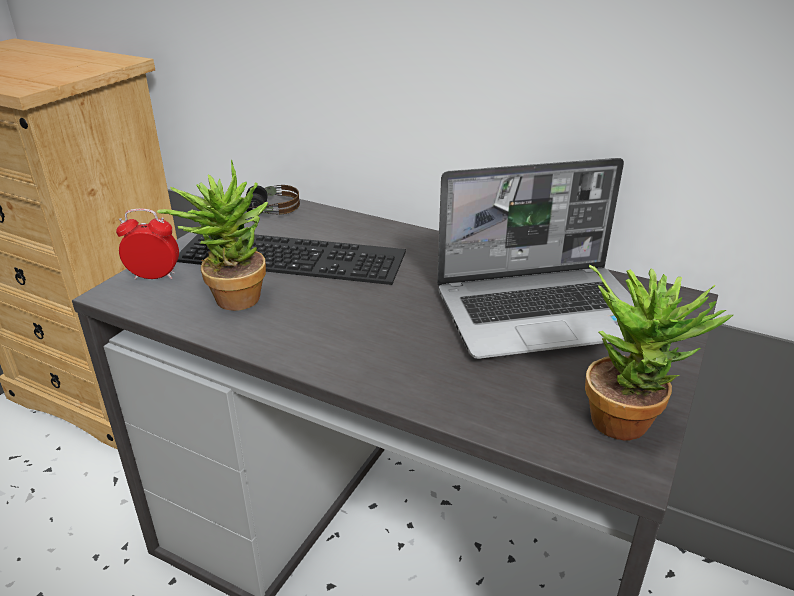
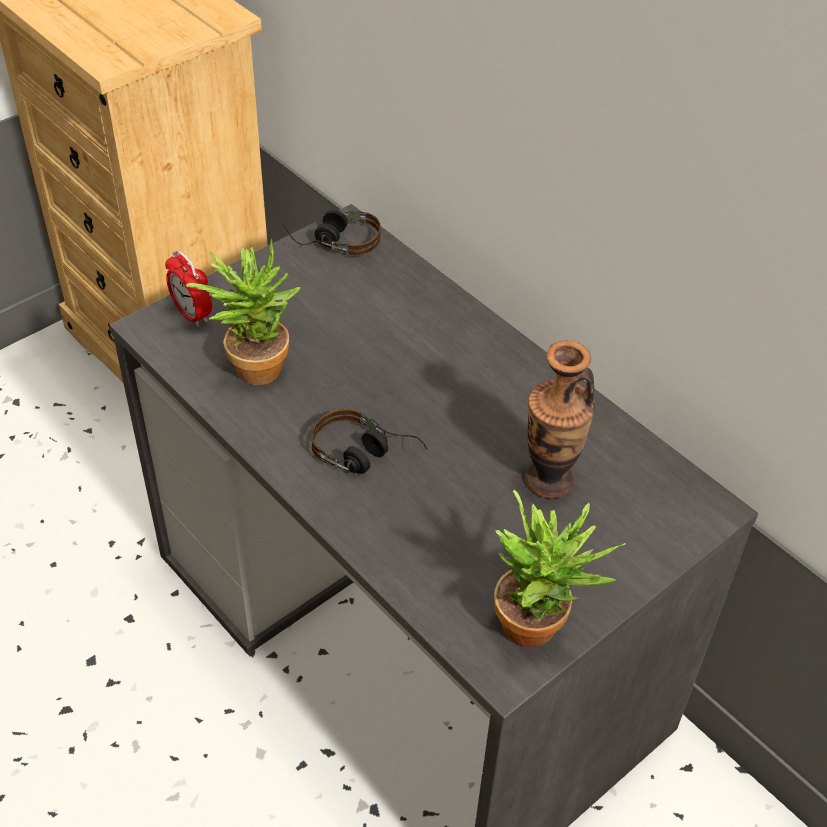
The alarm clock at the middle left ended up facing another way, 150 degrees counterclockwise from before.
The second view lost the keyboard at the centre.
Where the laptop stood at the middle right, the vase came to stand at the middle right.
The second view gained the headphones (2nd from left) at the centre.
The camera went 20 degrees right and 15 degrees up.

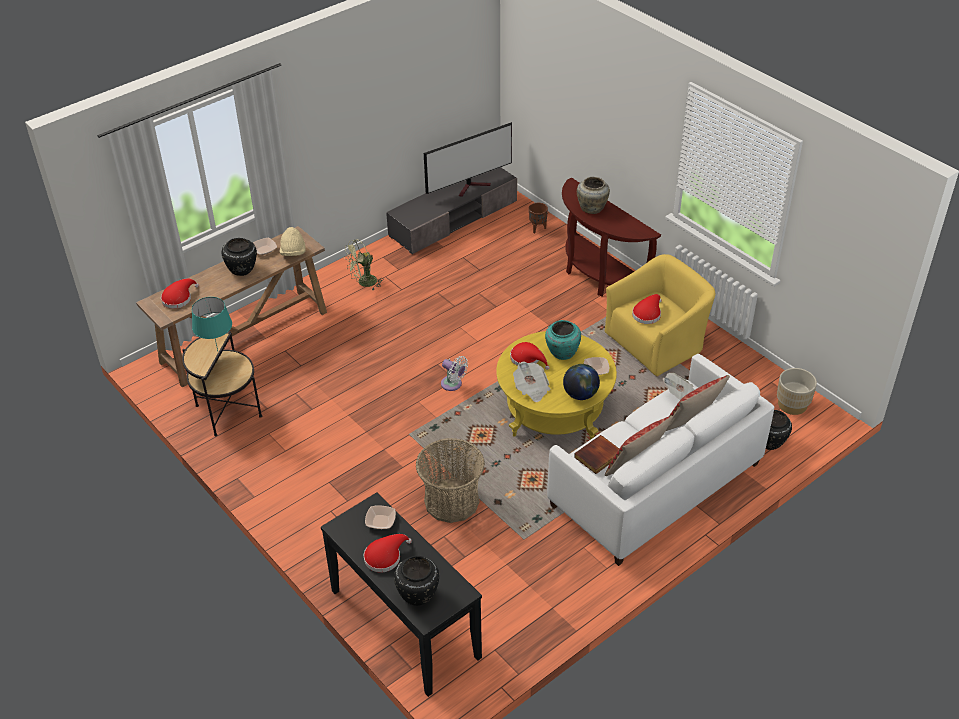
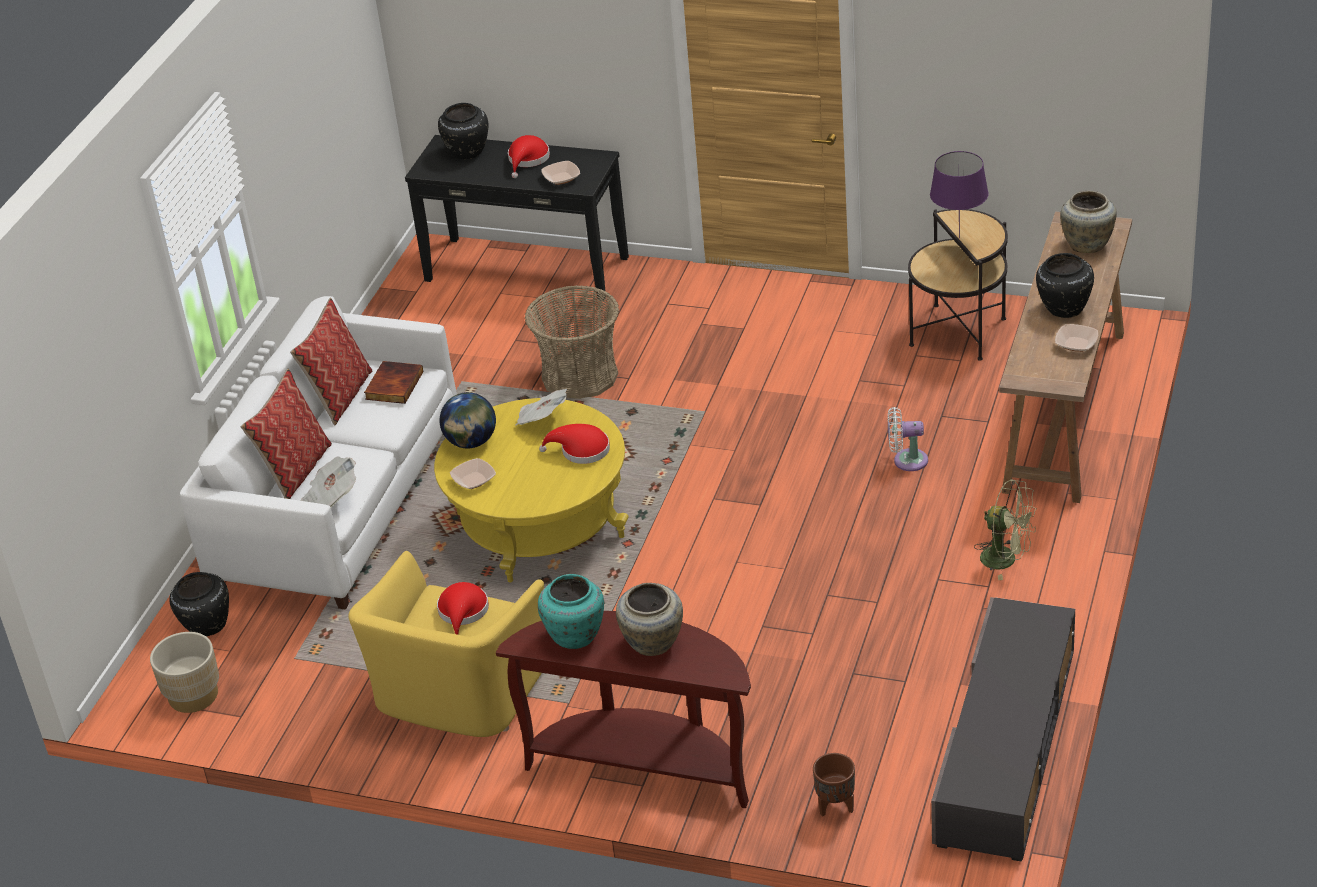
Where the red hat (1st from left) stood at the middle left, the beige vase (2nd from left) came to stand at the top right.
What was the turquoise table lamp at the middle left turned into the purple table lamp at the top right.
The second view lost the beige hat at the middle left.
The green fan at the centre ended up facing another way, 90 degrees clockwise from before.
The second view lost the television at the top centre.
The white fan ended up elsewhere, having gone from the centre to the middle right.
The turquoise vase ended up elsewhere, having gone from the centre to the bottom centre.
The camera went 150 degrees right and 5 degrees down.

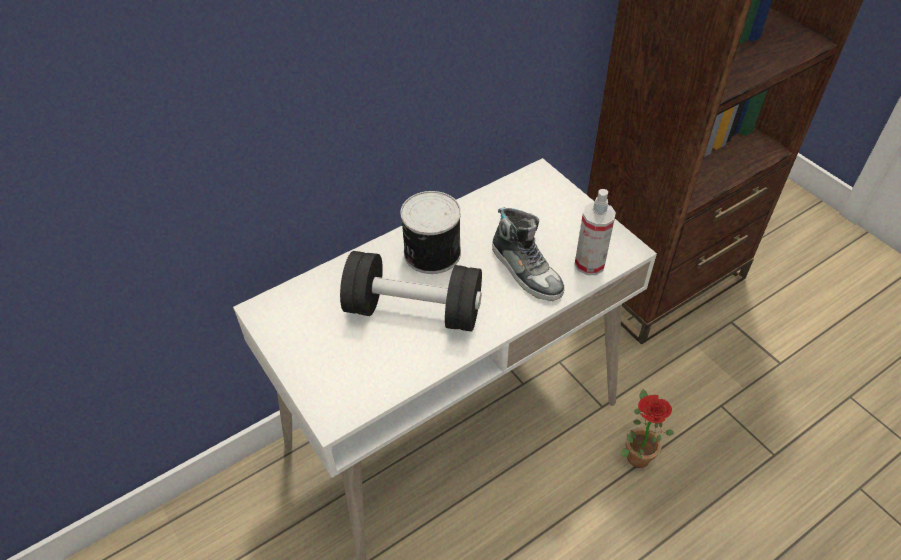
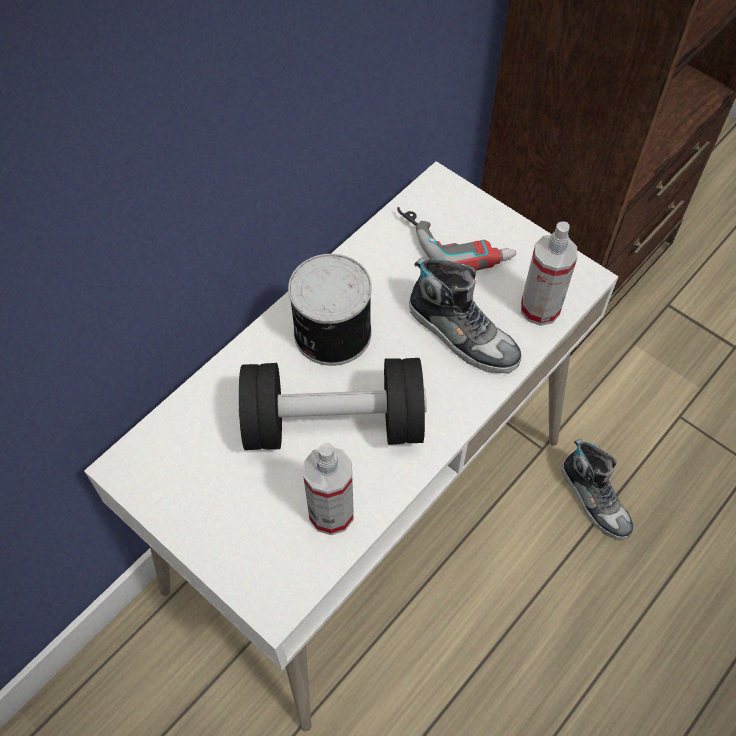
Where the potted plant stood at the bottom right, the shoe (2nd from left) came to stand at the middle right.
The second view gained the spray bottle (1st from left) at the centre.
The second view gained the power drill at the top centre.
The camera went 15 degrees left and 10 degrees up.

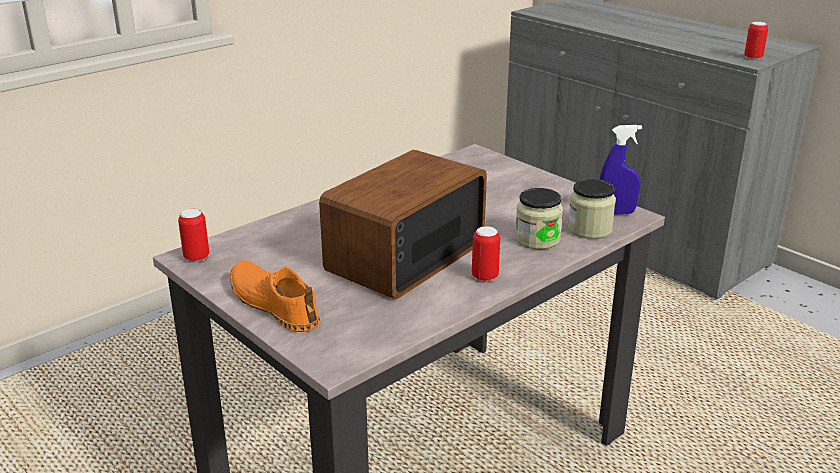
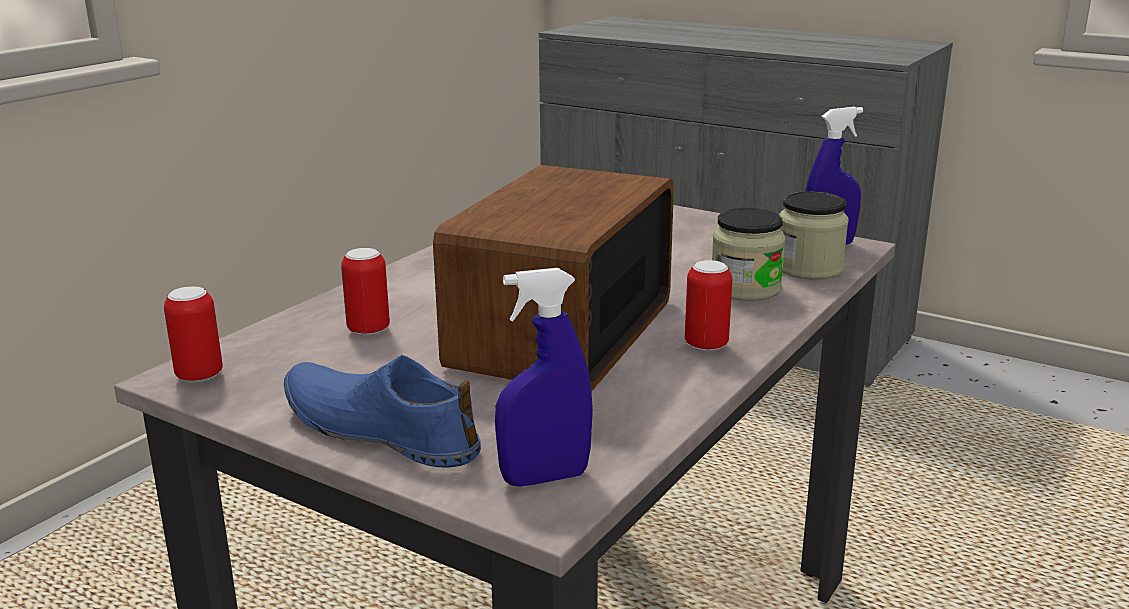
What was the orange shoe at the middle left turned into the blue shoe at the bottom centre.
The can (3rd from left in the first image) ended up elsewhere, having gone from the top right to the middle left.
The second view gained the blue spray bottle (1st from left) at the centre.
The camera went 15 degrees left and 5 degrees down.

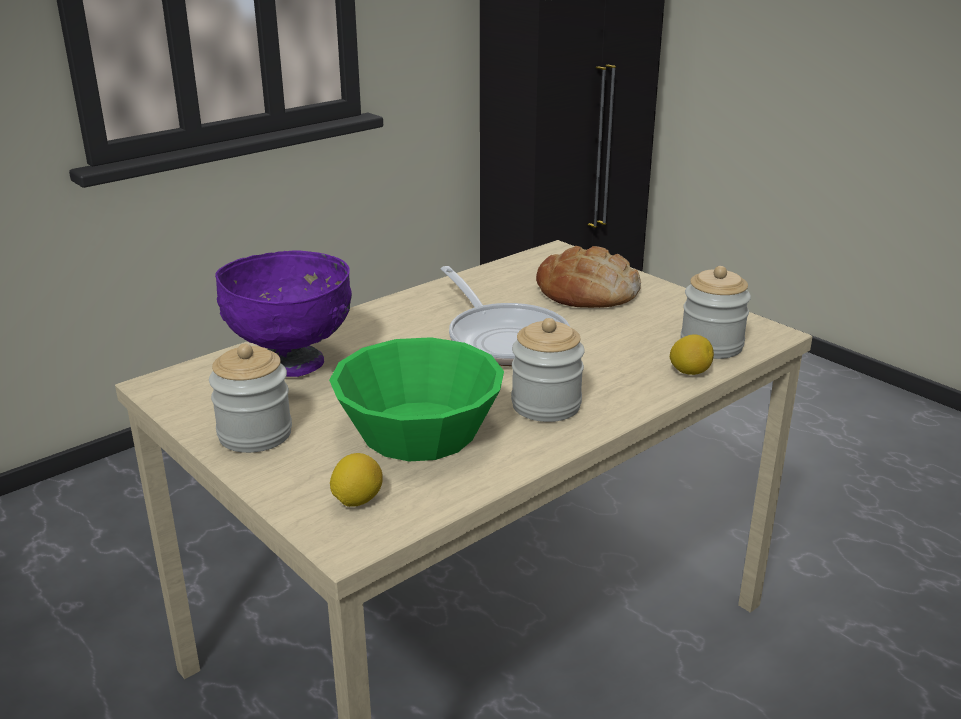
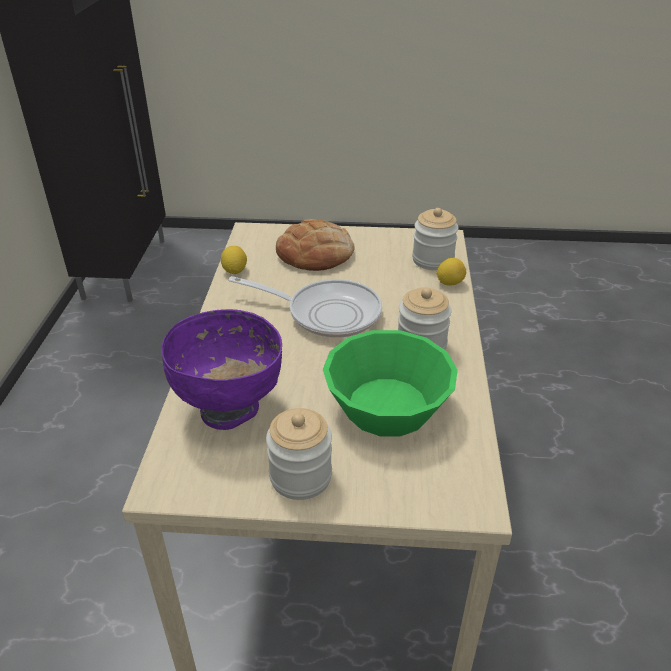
The lemon (1st from left) ended up elsewhere, having gone from the bottom centre to the centre.
The camera went 45 degrees left and 10 degrees up.

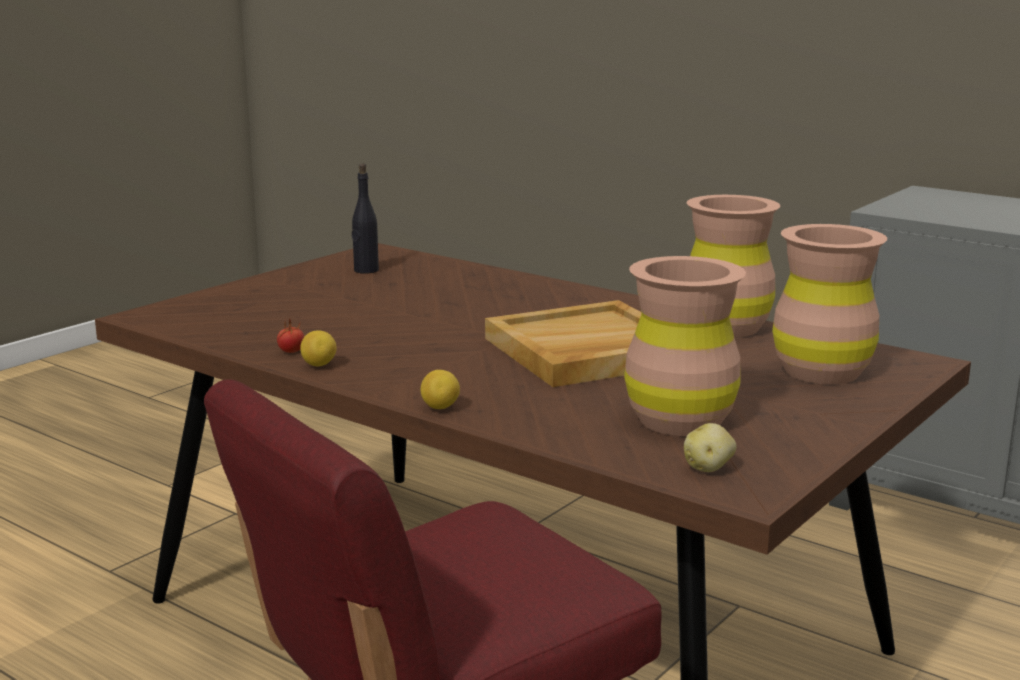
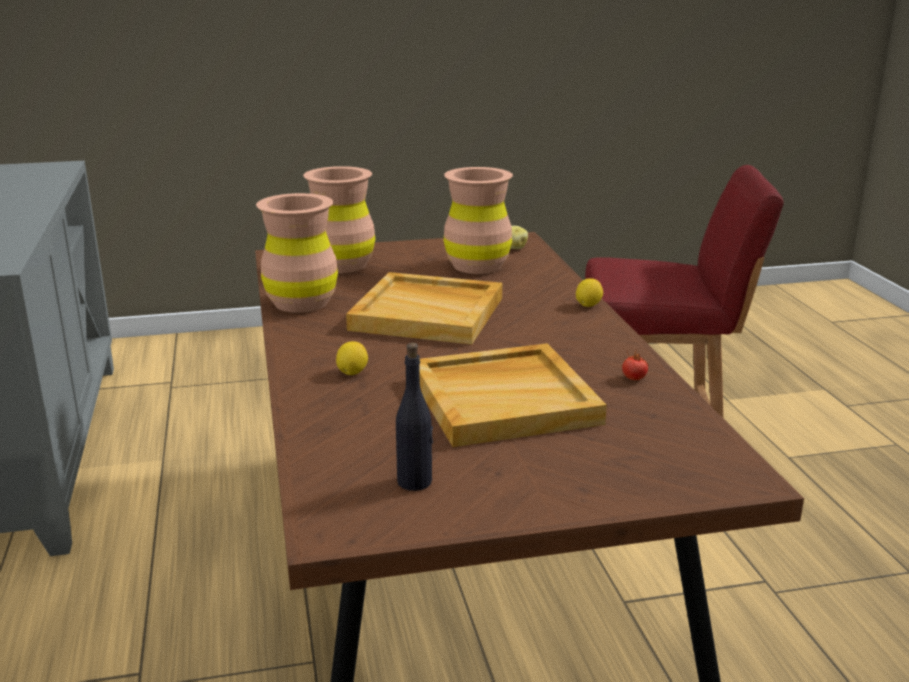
The lemon (1st from left) ended up elsewhere, having gone from the middle left to the centre.
The second view gained the beige tray (2nd from left) at the centre.
The camera went 140 degrees left and 5 degrees up.

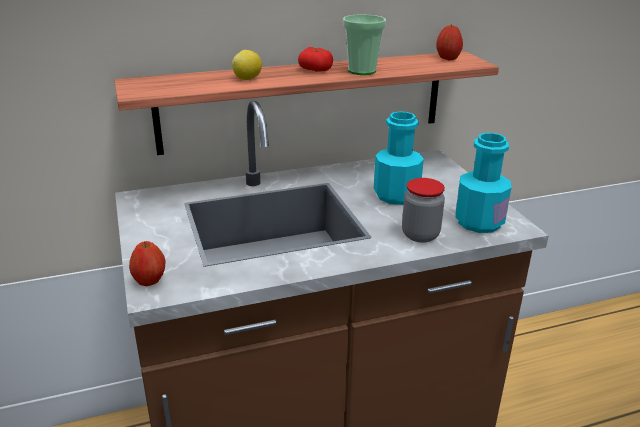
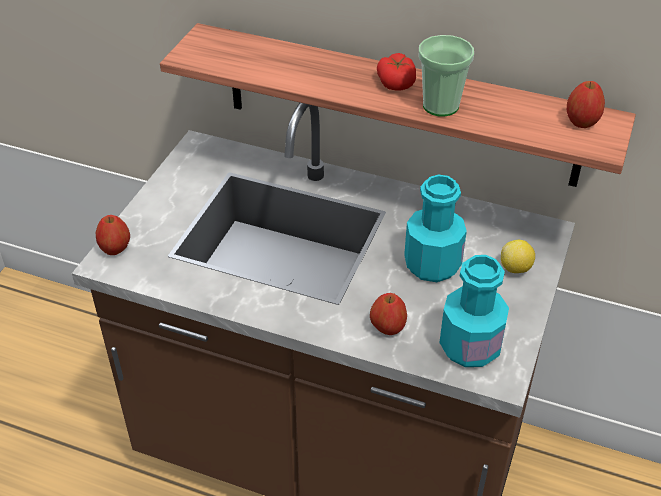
The lemon ended up elsewhere, having gone from the top centre to the middle right.
Where the jar stood at the centre, the apple (2nd from left) came to stand at the centre.
The camera went 40 degrees right and 15 degrees up.

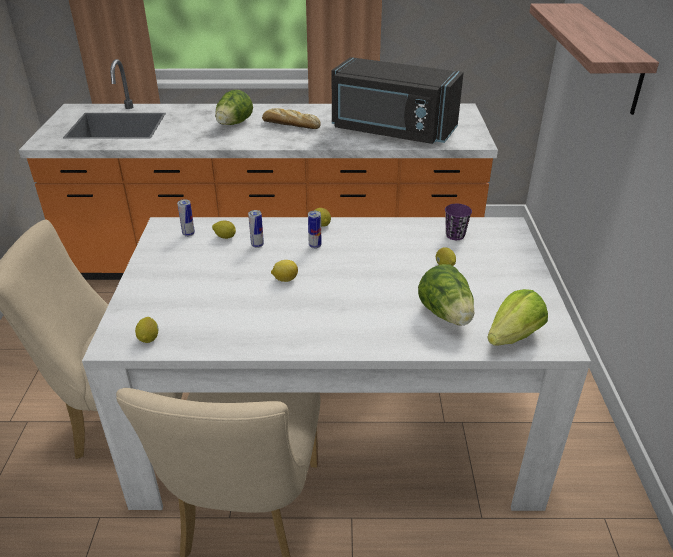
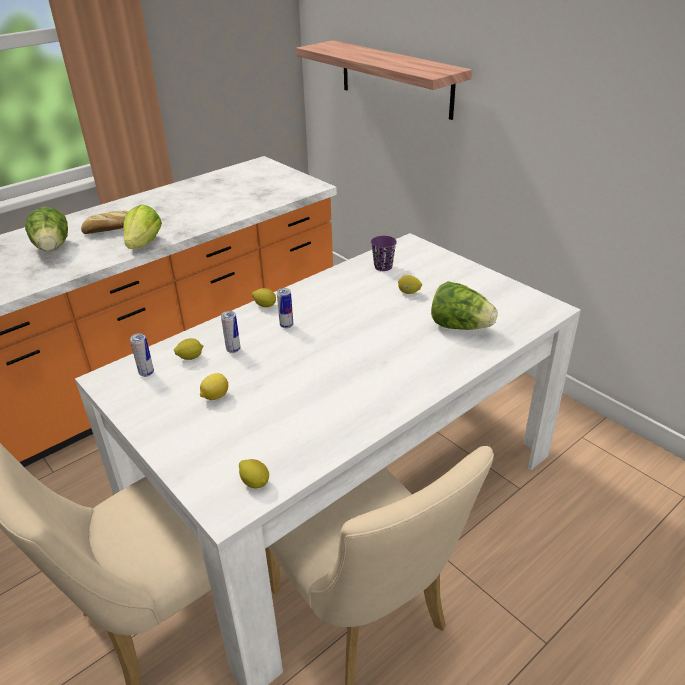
The lemon (3rd from left in the first image) ended up elsewhere, having gone from the centre to the middle left.
The second view lost the black microwave at the top centre.
The lettuce (3rd from left in the first image) ended up elsewhere, having gone from the middle right to the top left.
The camera went 40 degrees left and 0 degrees up.

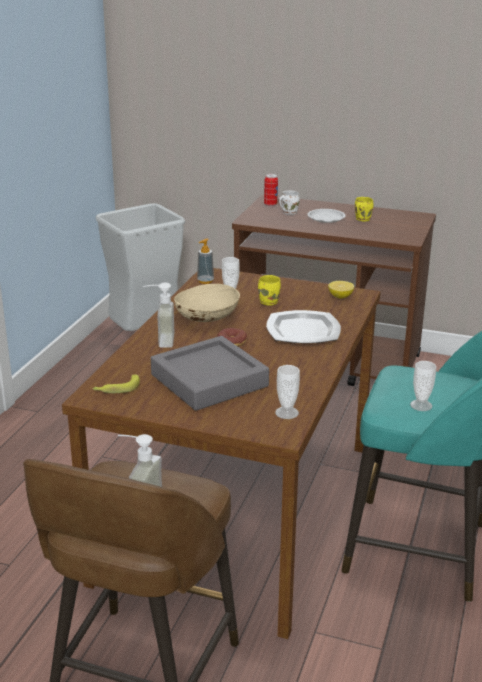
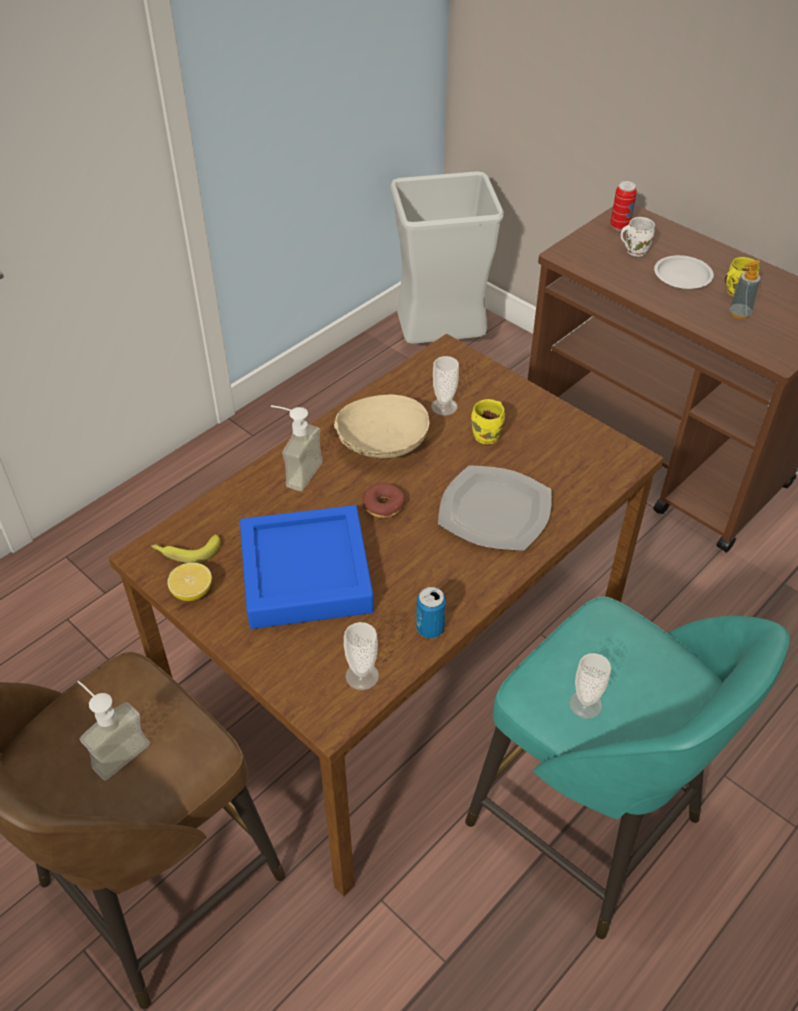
What was the grey tray at the centre turned into the blue tray at the centre.
The soap dispenser (3rd from left) ended up elsewhere, having gone from the centre to the top right.
The lemon ended up elsewhere, having gone from the middle right to the middle left.
The second view gained the can (1st from left) at the centre.
The camera went 25 degrees right and 20 degrees up.

